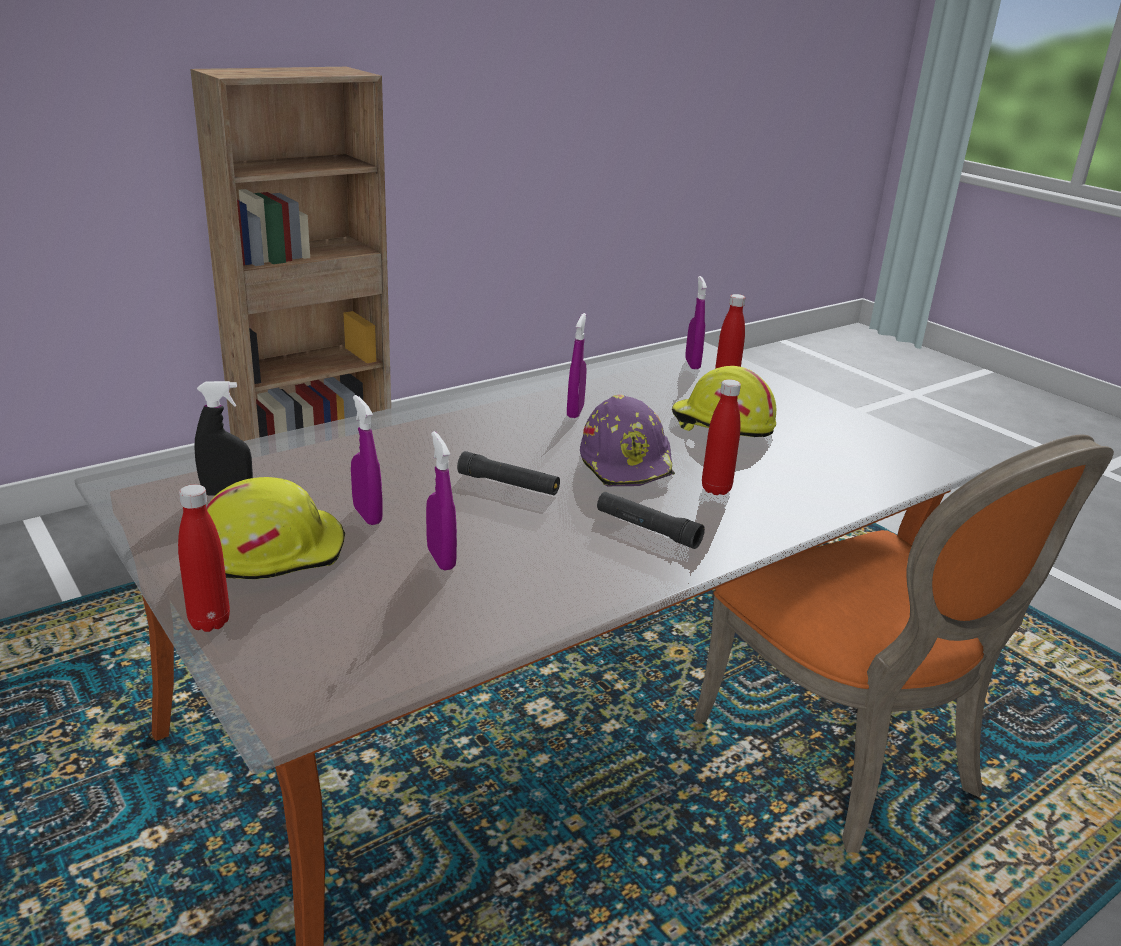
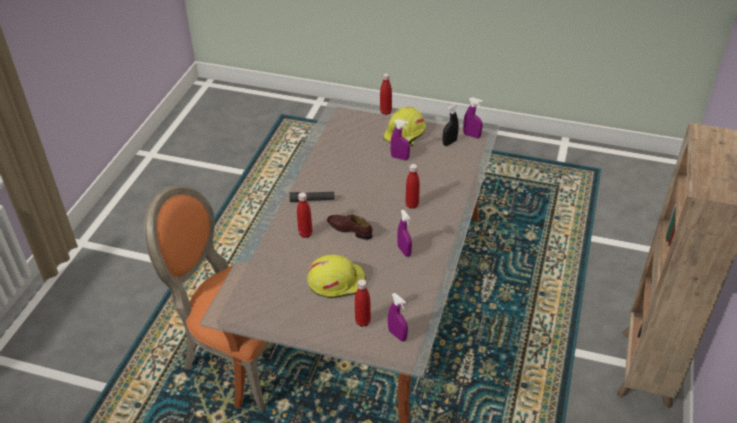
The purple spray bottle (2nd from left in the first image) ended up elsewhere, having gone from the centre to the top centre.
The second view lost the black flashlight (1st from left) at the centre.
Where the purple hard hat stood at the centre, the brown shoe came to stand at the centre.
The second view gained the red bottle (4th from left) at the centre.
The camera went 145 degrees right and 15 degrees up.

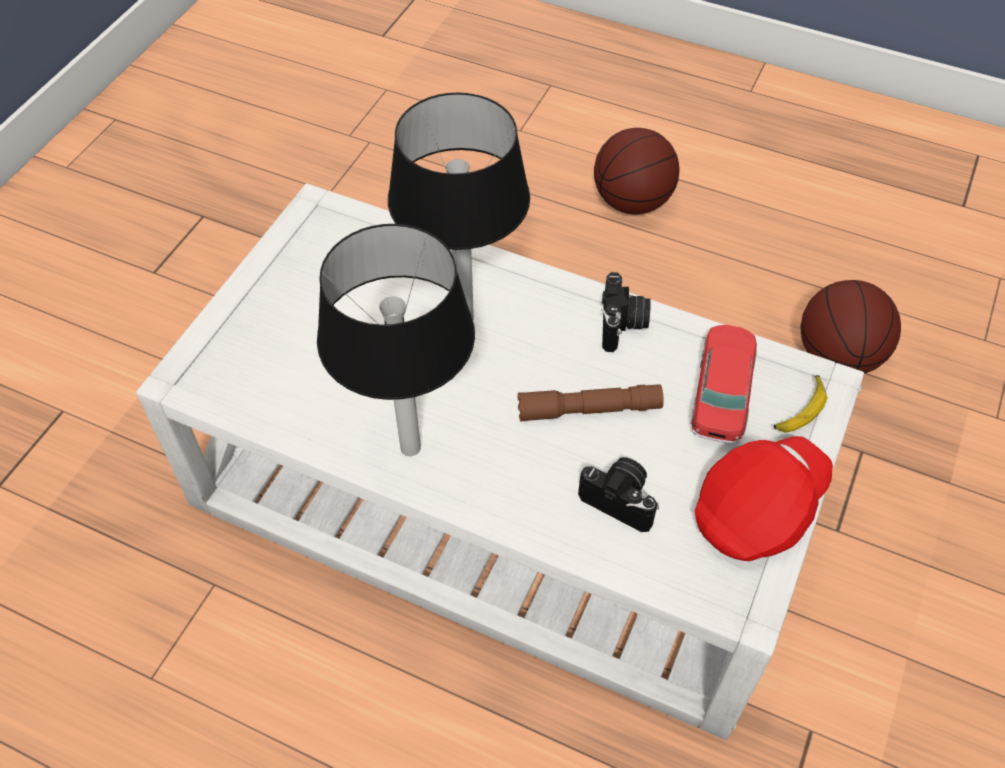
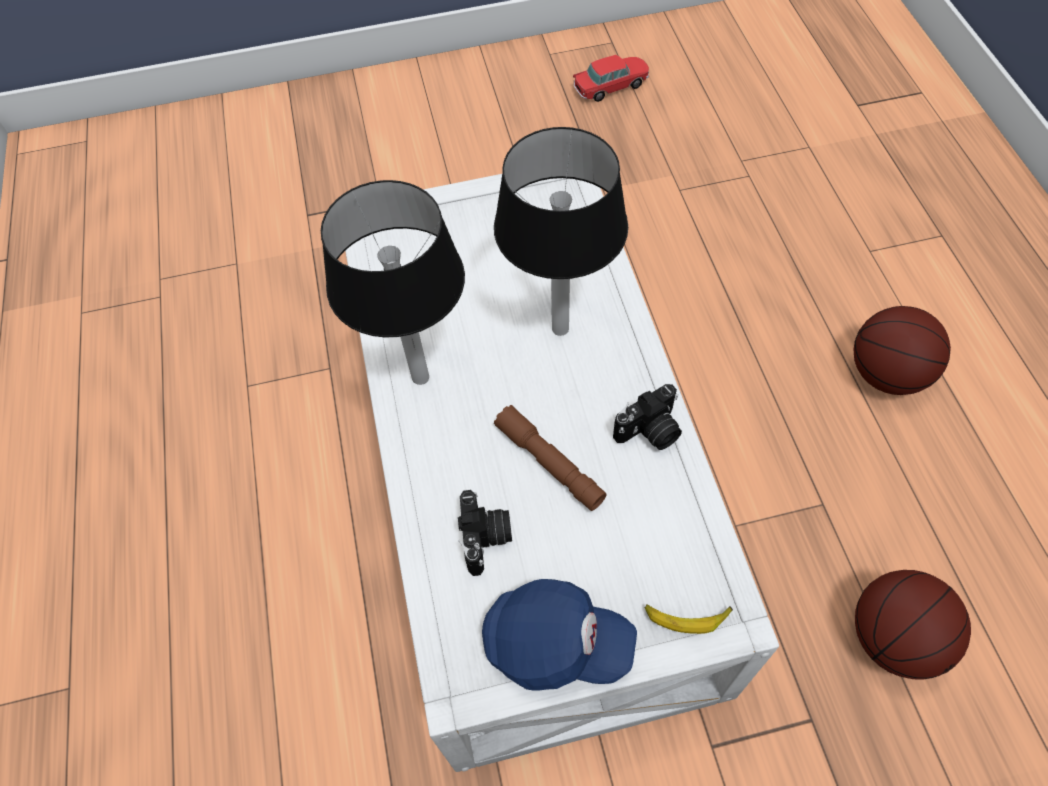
The toy car ended up elsewhere, having gone from the middle right to the top centre.
What was the red cap at the middle right turned into the blue cap at the bottom centre.
The camera went 55 degrees right and 5 degrees up.

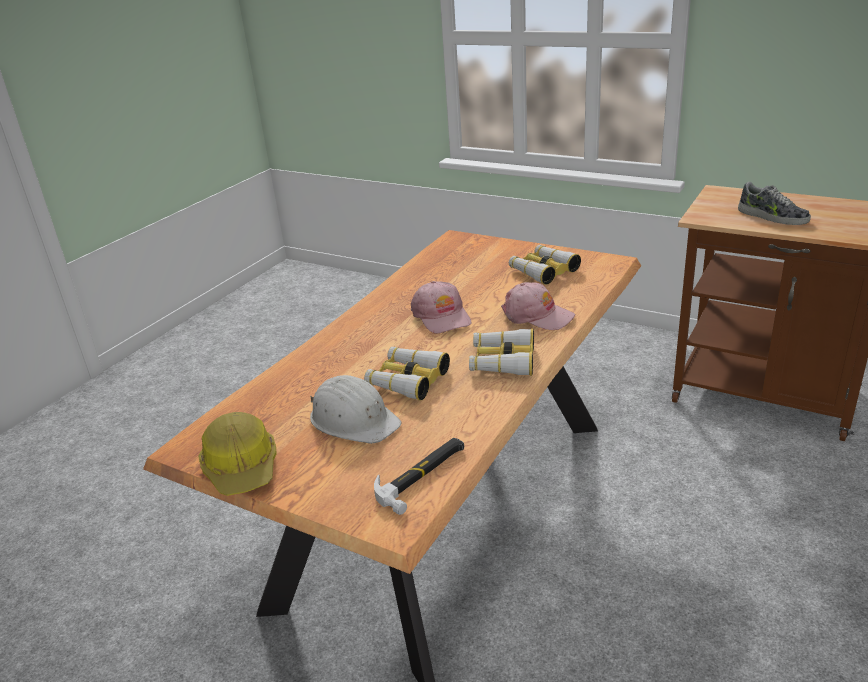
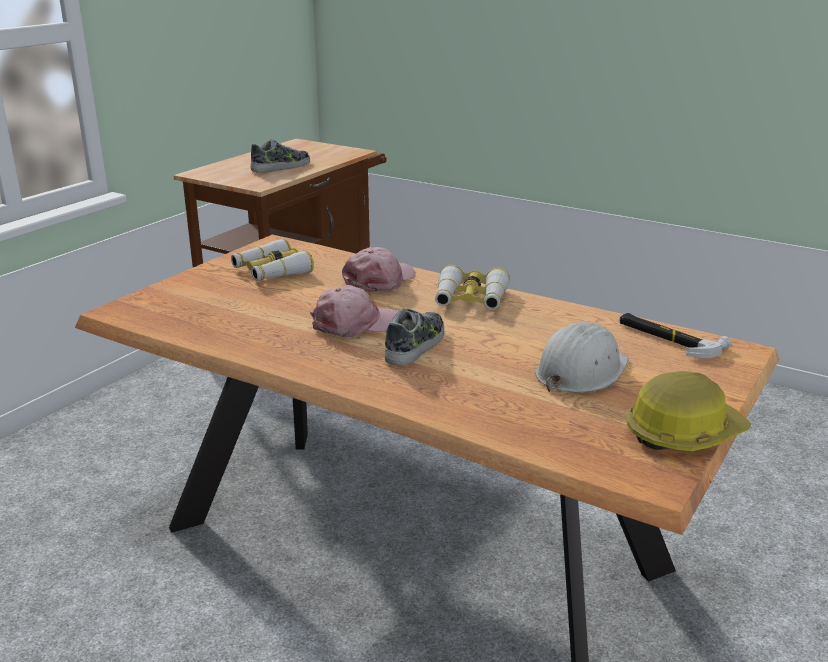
The second view lost the binoculars (1st from left) at the centre.
The second view gained the shoe (2nd from left) at the centre.
The camera went 90 degrees left and 5 degrees down.

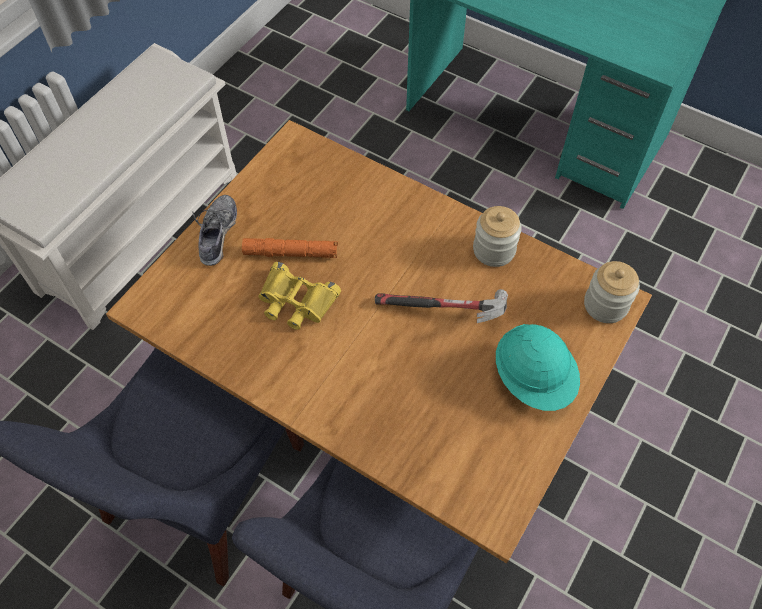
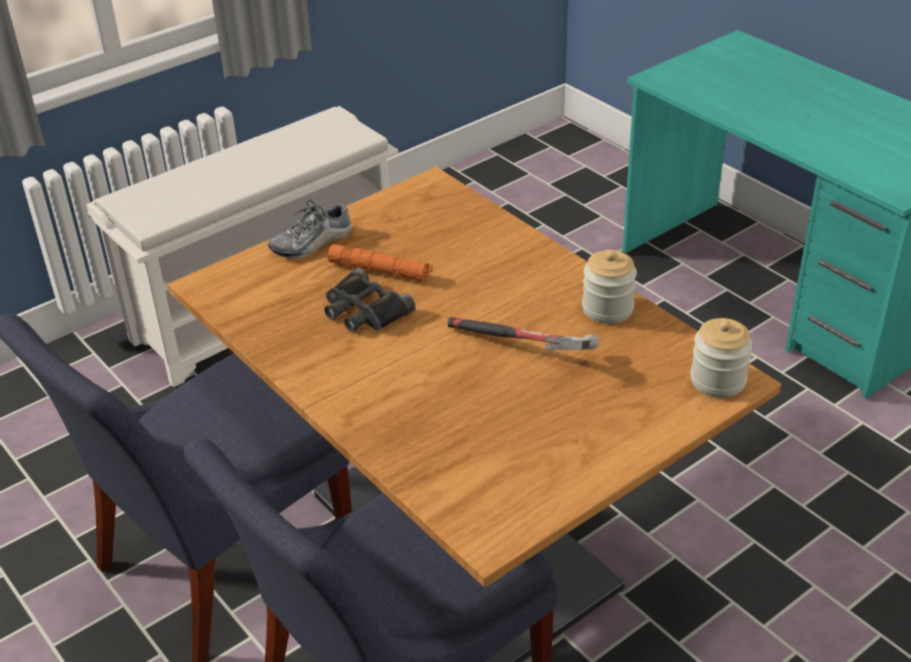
The shoe at the middle left ended up facing another way, 150 degrees counterclockwise from before.
What was the yellow binoculars at the centre turned into the black binoculars at the centre.
The second view lost the turquoise hard hat at the middle right.
The camera went 20 degrees right and 20 degrees down.

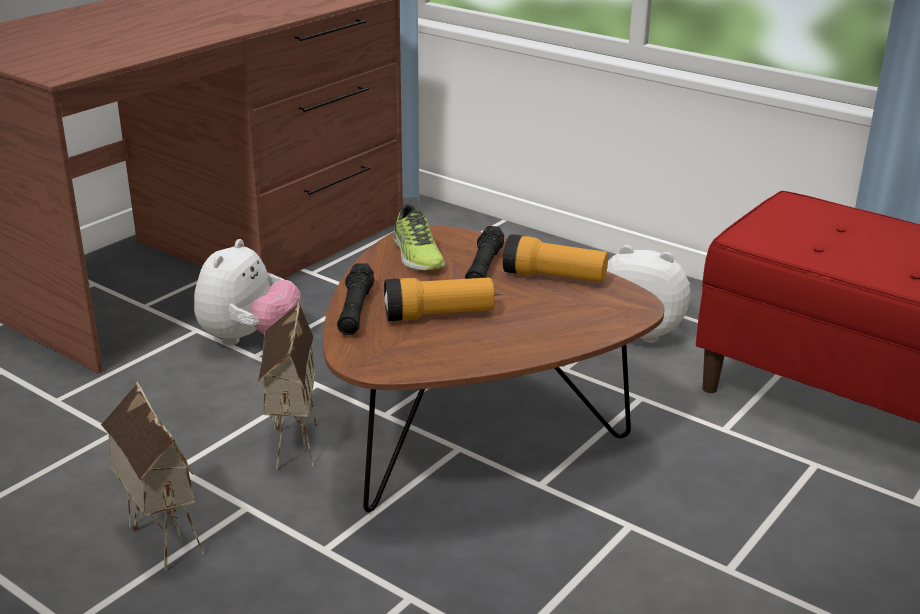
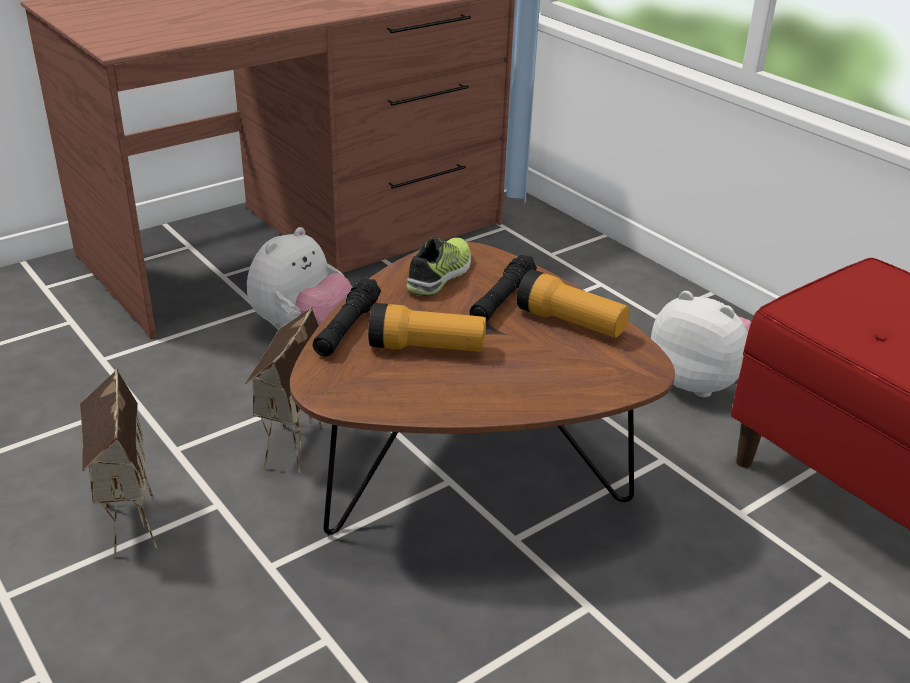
The shoe at the centre ended up facing another way, 150 degrees counterclockwise from before.
The camera went 15 degrees right and 5 degrees up.

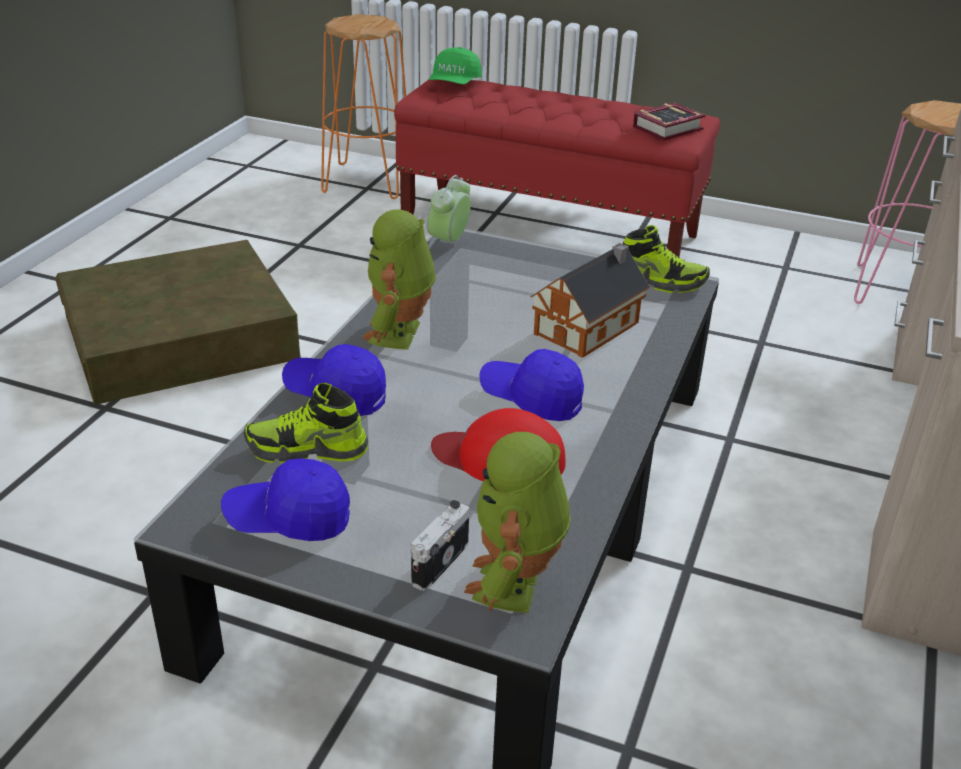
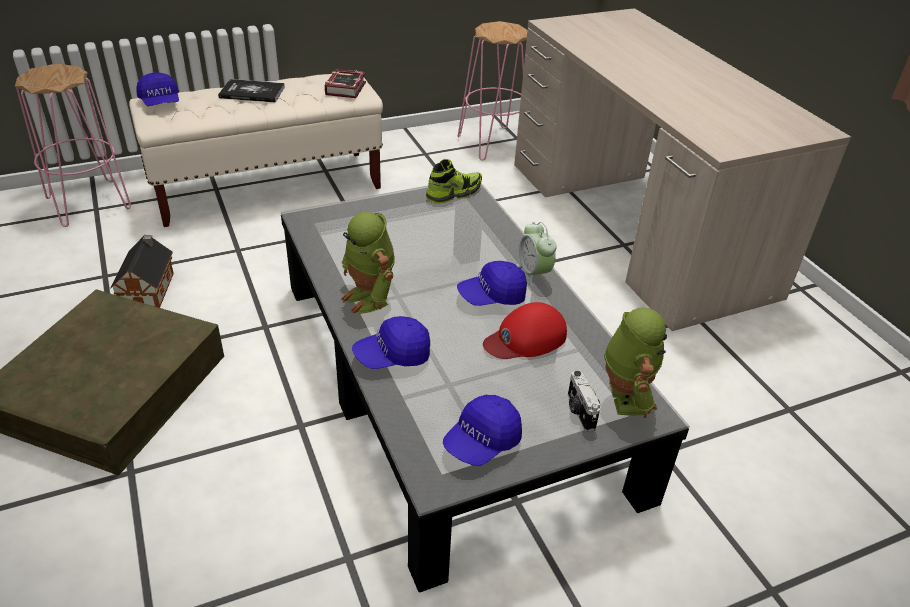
The second view lost the shoe (1st from left) at the middle left.
What was the orange stool at the top centre turned into the pink stool (1st from left) at the top left.
What was the red bench at the top centre turned into the beige bench at the top left.
The alarm clock ended up elsewhere, having gone from the top centre to the centre.
What was the green cap at the top centre turned into the blue cap (1st from left) at the top left.
The toy robot (2nd from left) at the bottom centre ended up facing another way, 150 degrees counterclockwise from before.
The toy house ended up elsewhere, having gone from the centre to the middle left.
The second view gained the book (1st from left) at the top left.
The camera went 45 degrees left and 5 degrees up.

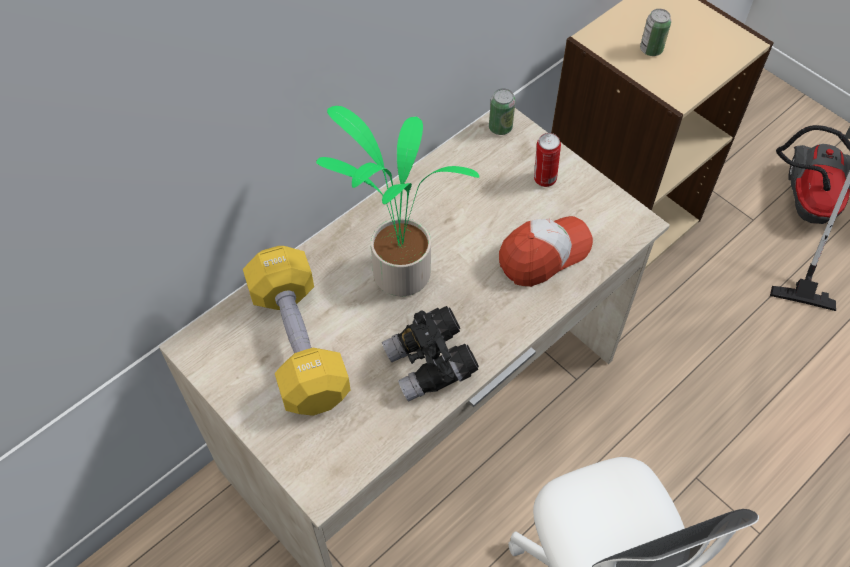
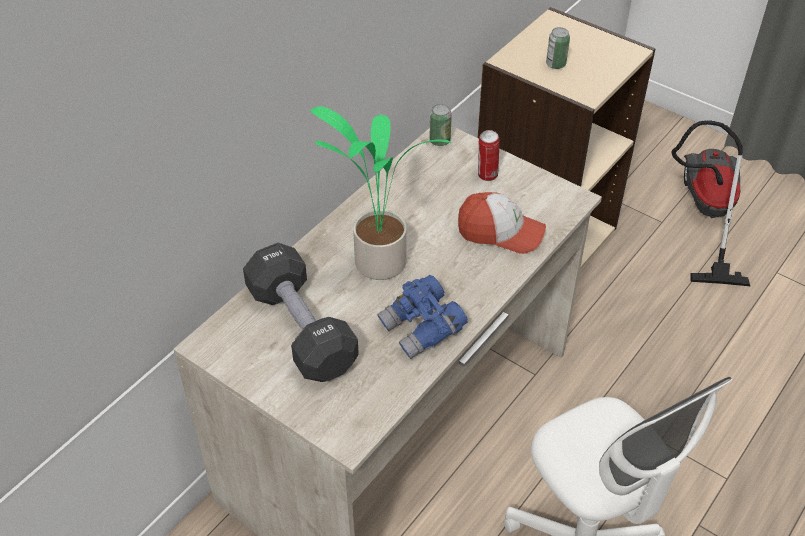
What was the yellow dumbbell at the centre turned into the black dumbbell at the centre.
What was the black binoculars at the centre turned into the blue binoculars at the centre.
The cap at the centre ended up facing another way, 60 degrees clockwise from before.
The camera went 10 degrees left and 10 degrees down.

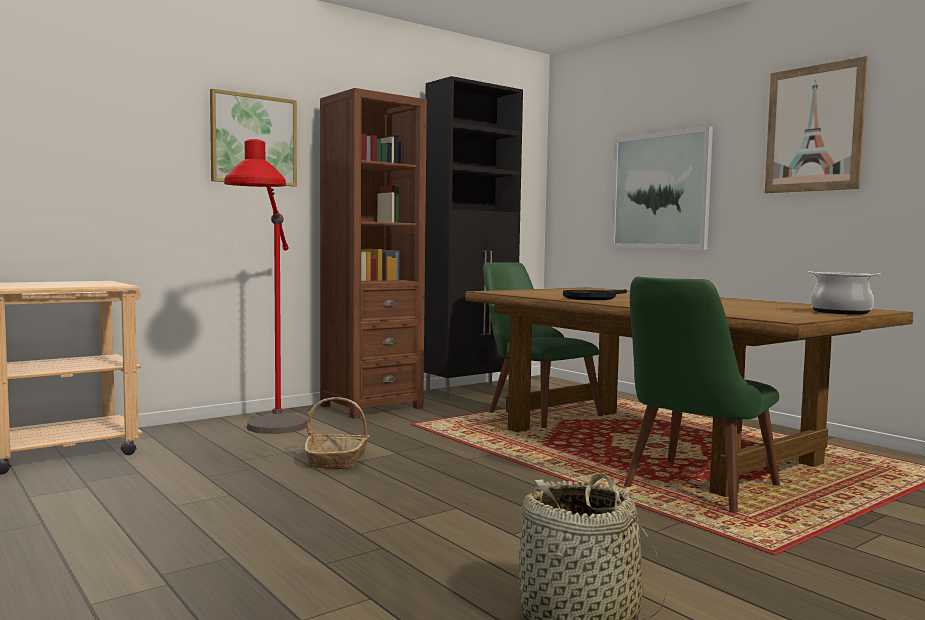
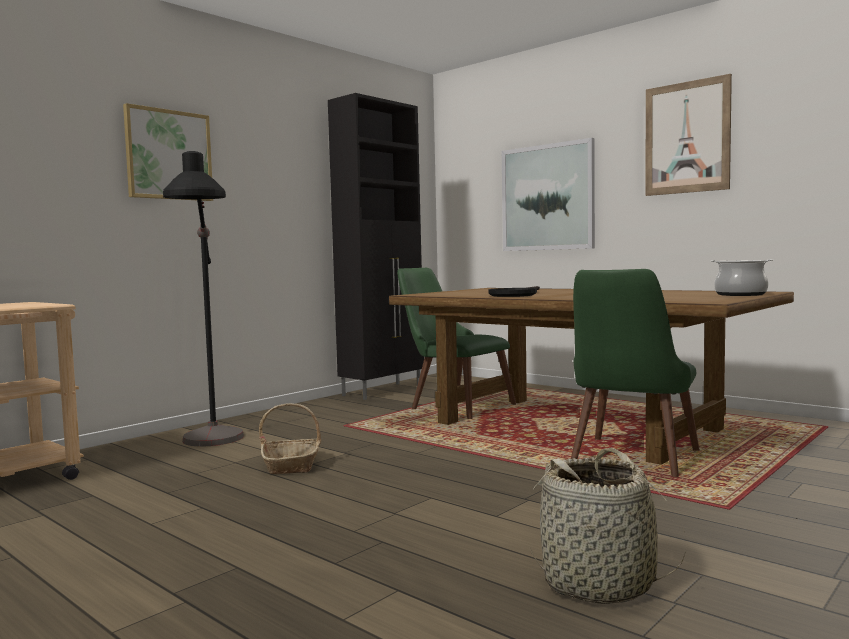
What was the red floor lamp at the middle left turned into the black floor lamp at the middle left.
The second view lost the brown bookcase at the centre.
The camera went 10 degrees left and 0 degrees up.

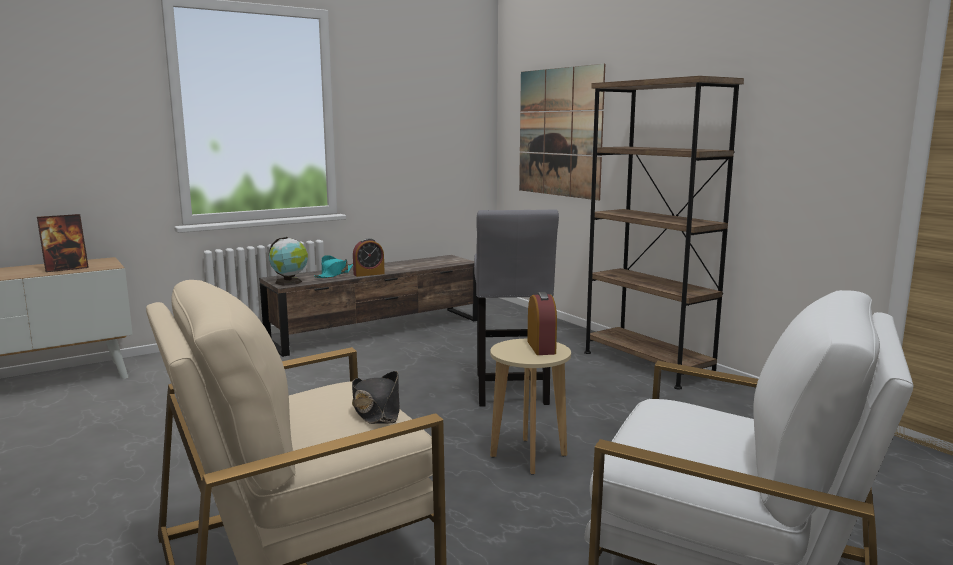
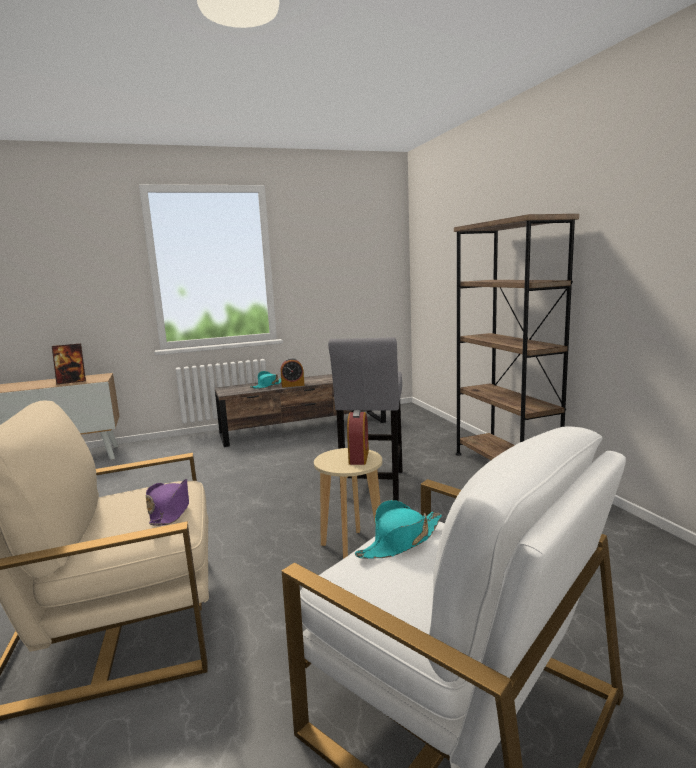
The second view lost the globe at the middle left.
What was the black hat at the bottom centre turned into the purple hat at the middle left.
The second view lost the picture at the top centre.
The second view gained the turquoise hat (2nd from left) at the bottom centre.
The camera went 15 degrees right and 0 degrees up.

